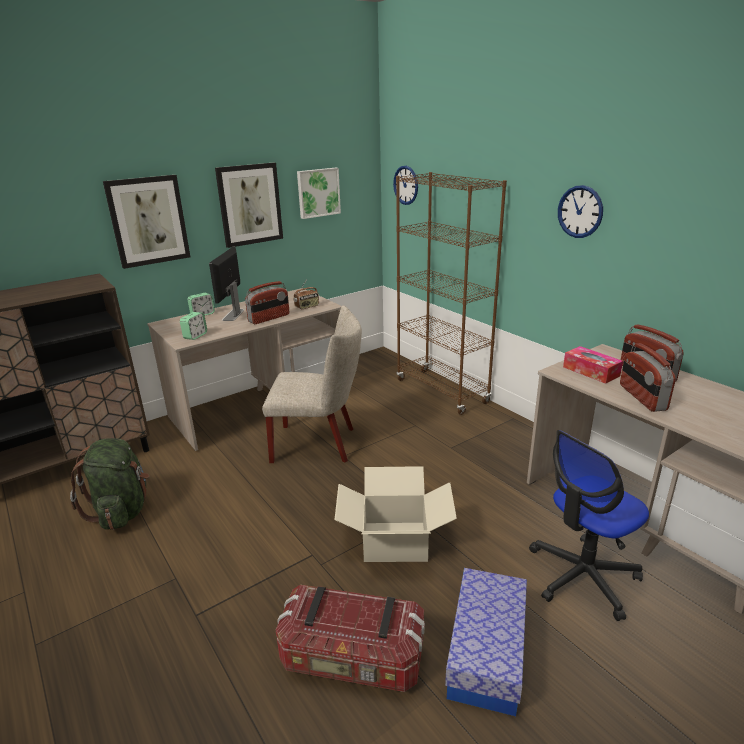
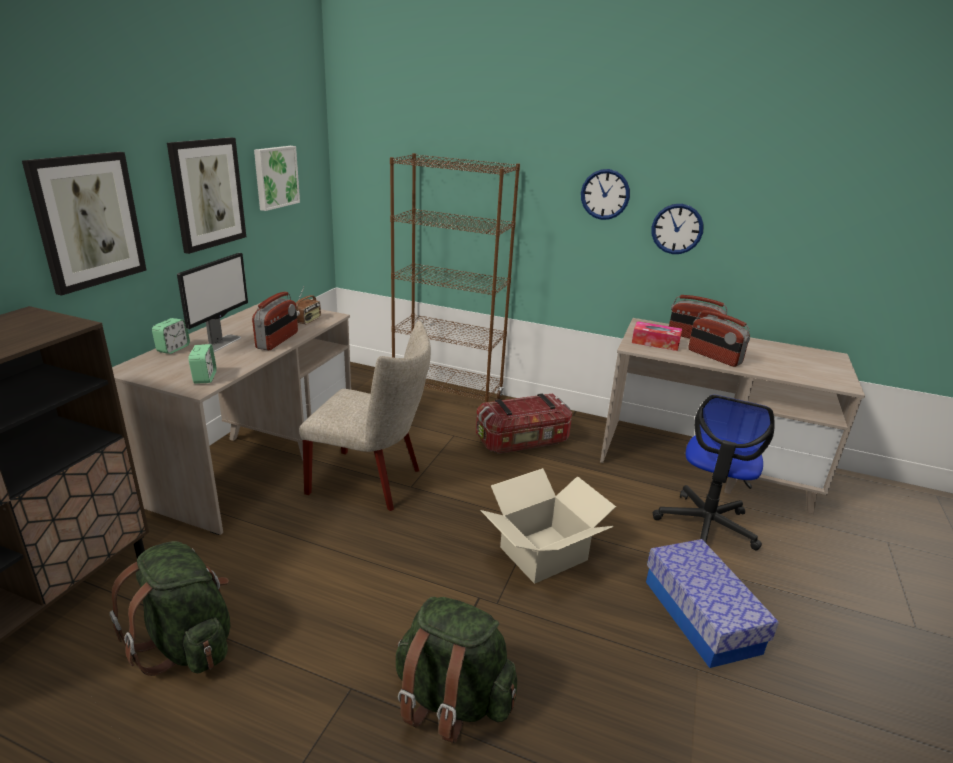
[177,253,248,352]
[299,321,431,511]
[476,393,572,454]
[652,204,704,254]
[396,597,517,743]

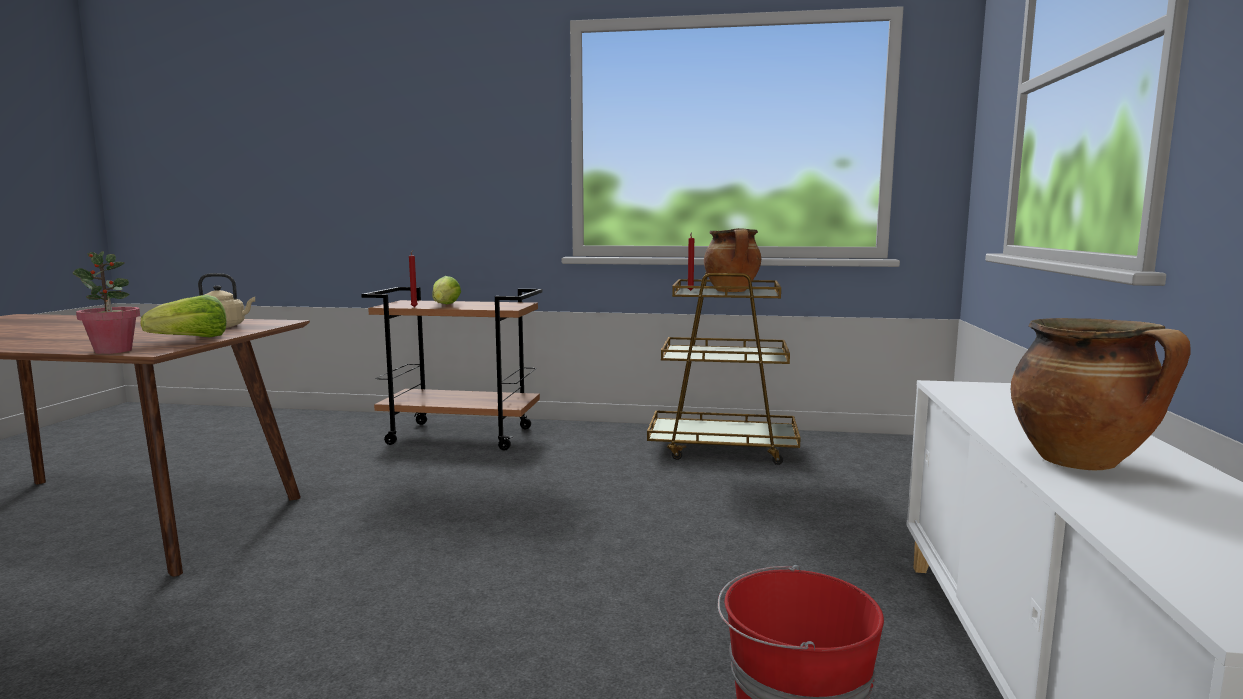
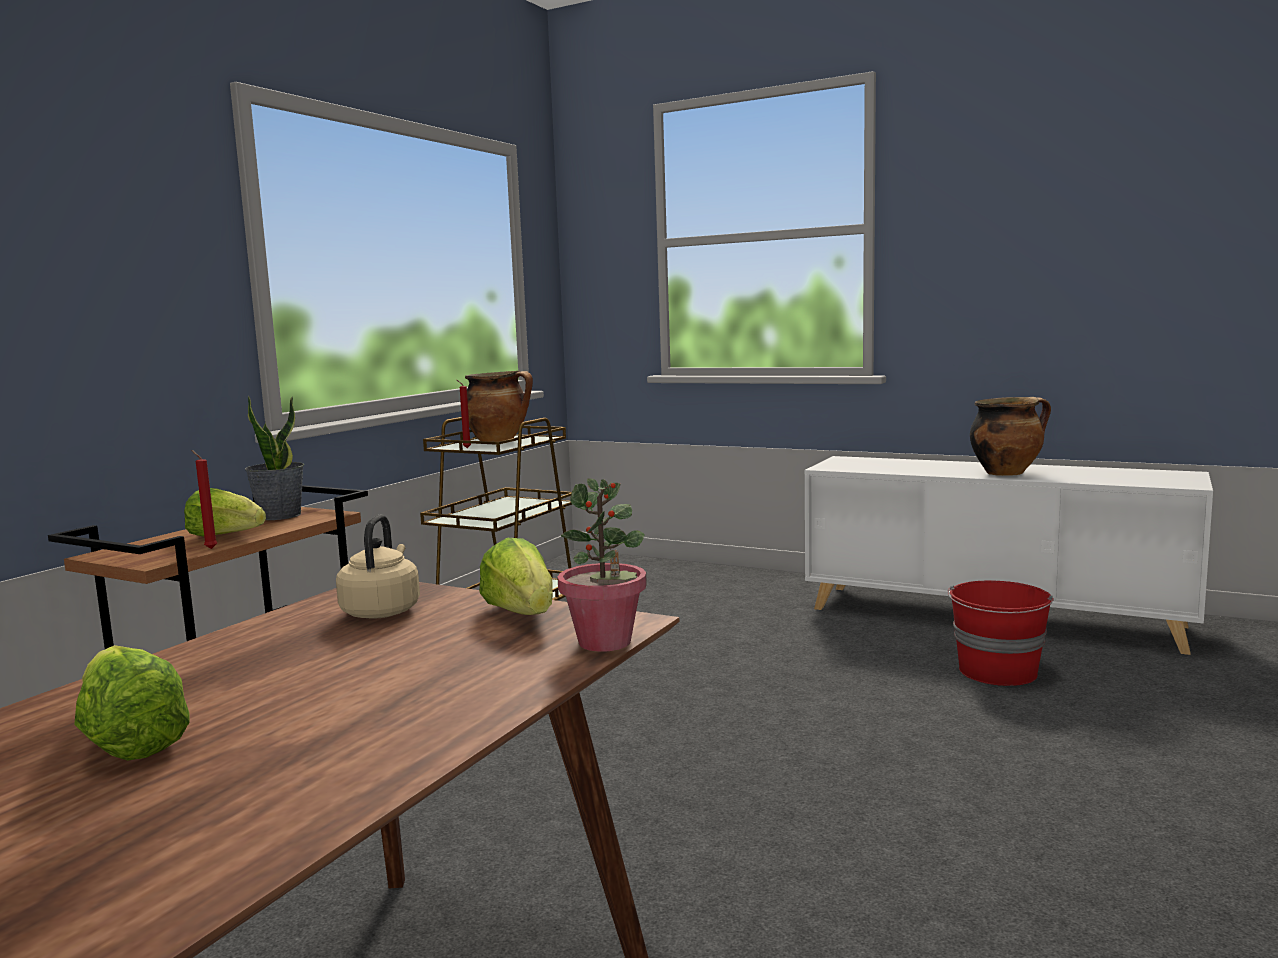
[74,645,190,761]
[245,395,304,520]

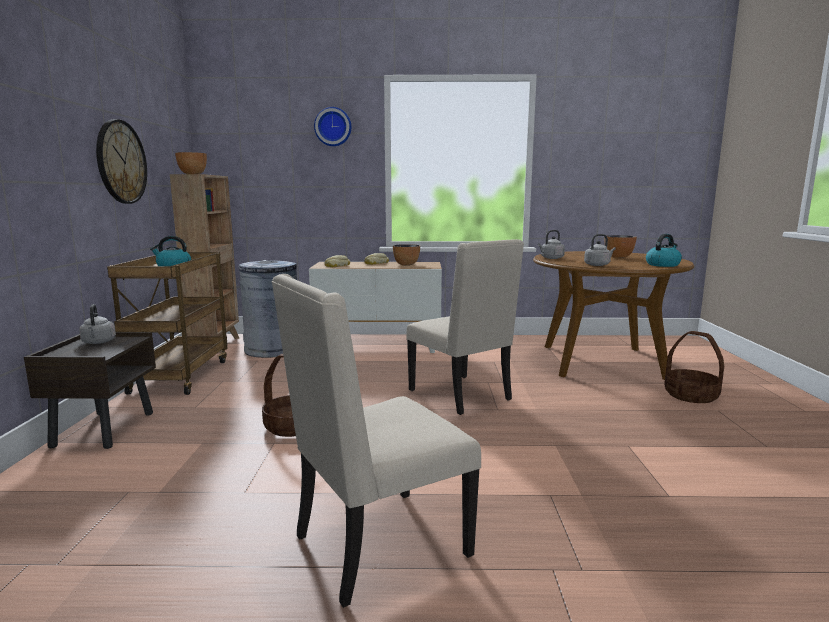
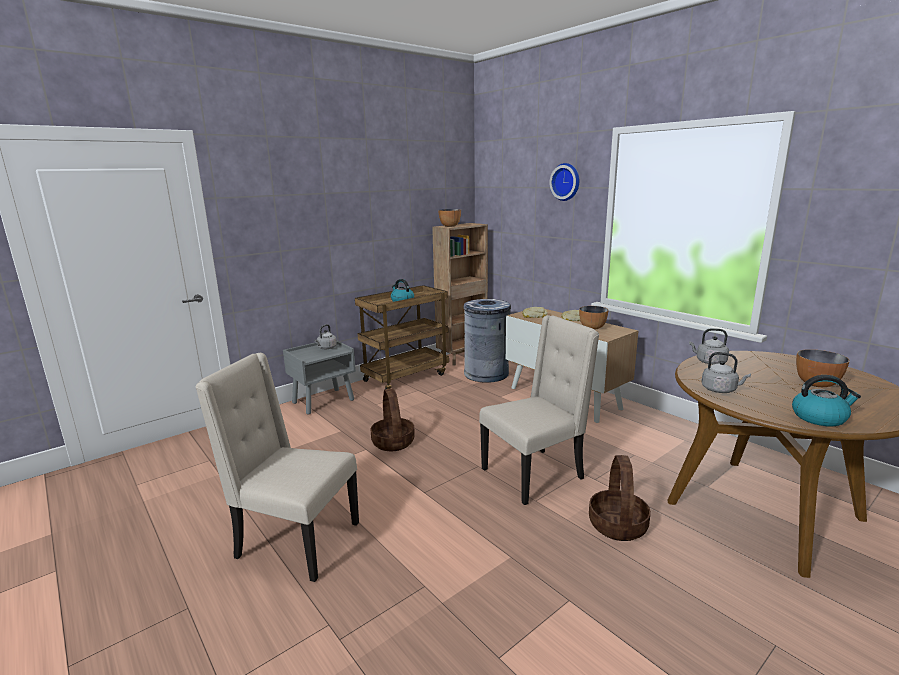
[283,341,356,414]
[96,119,147,204] (first image)
[479,315,599,505]
[589,455,651,541]

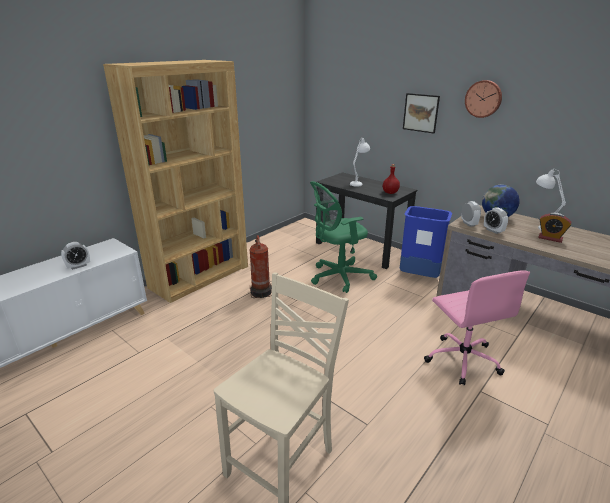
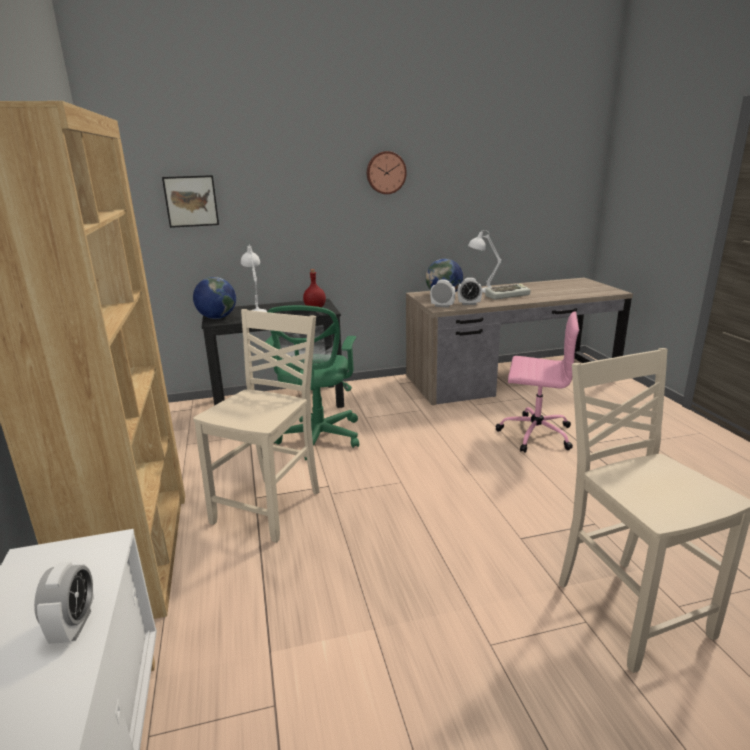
[193,309,319,543]
[400,206,452,278] (first image)
[162,175,219,228]
[485,284,531,300]
[193,277,236,319]

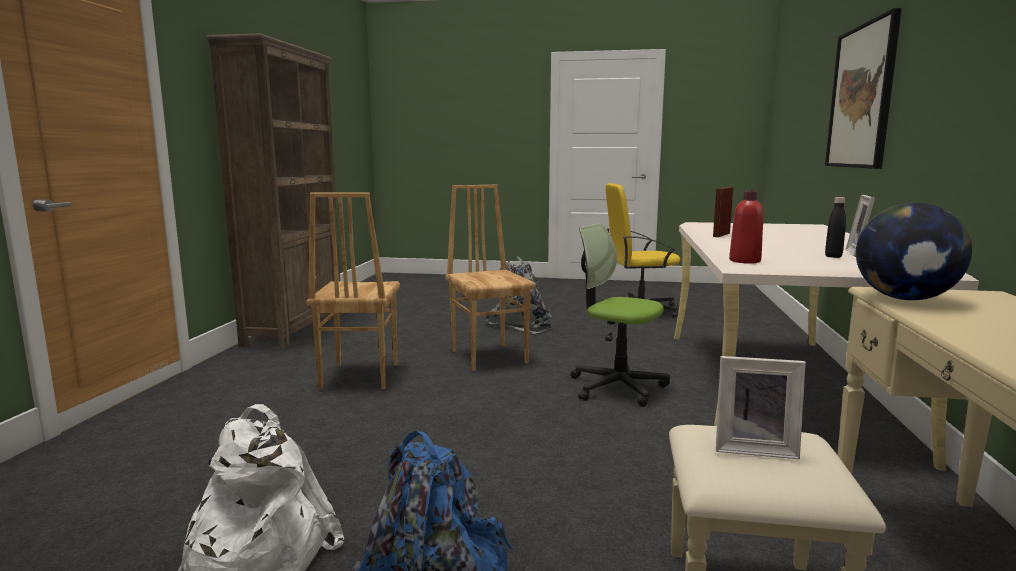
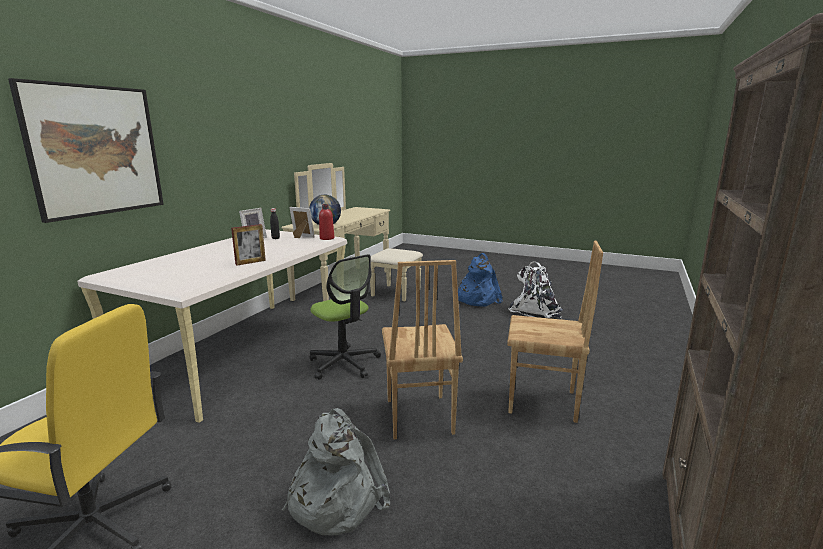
[507,241,603,423]
[289,207,315,238]

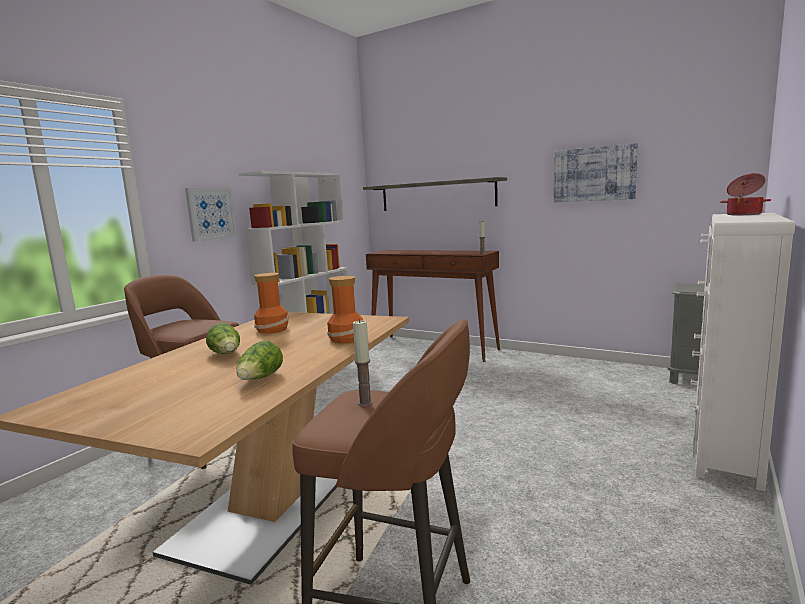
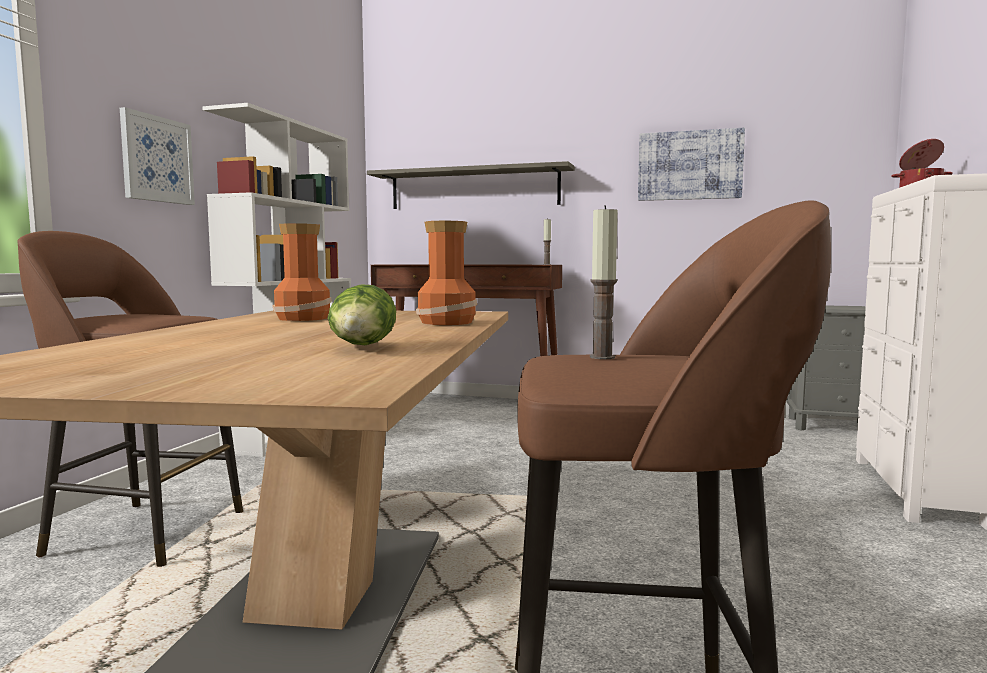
[206,323,240,354] (first image)

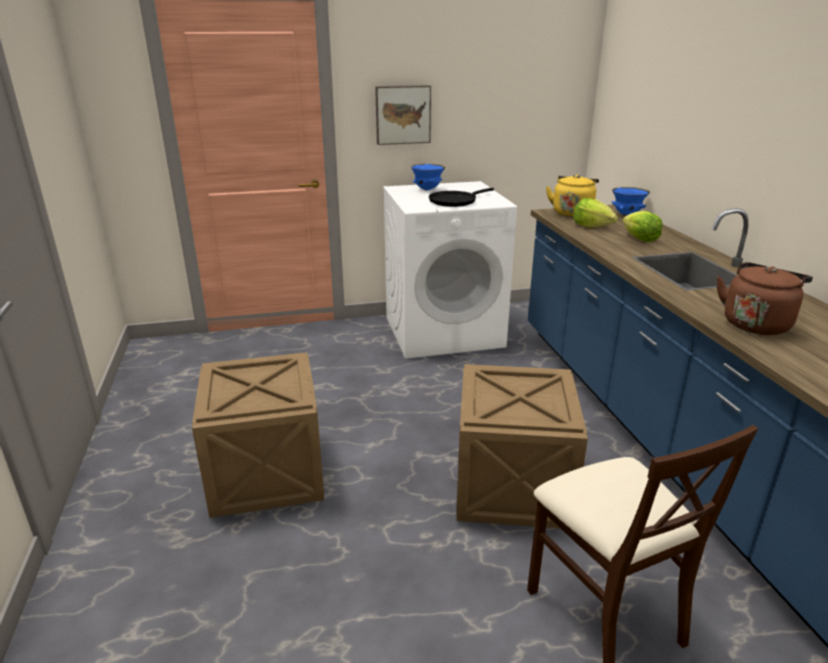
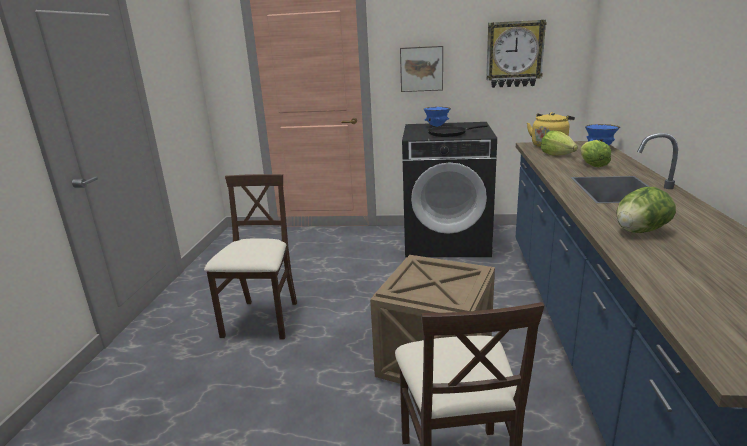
[204,174,297,339]
[402,122,497,257]
[616,187,676,233]
[486,20,547,88]

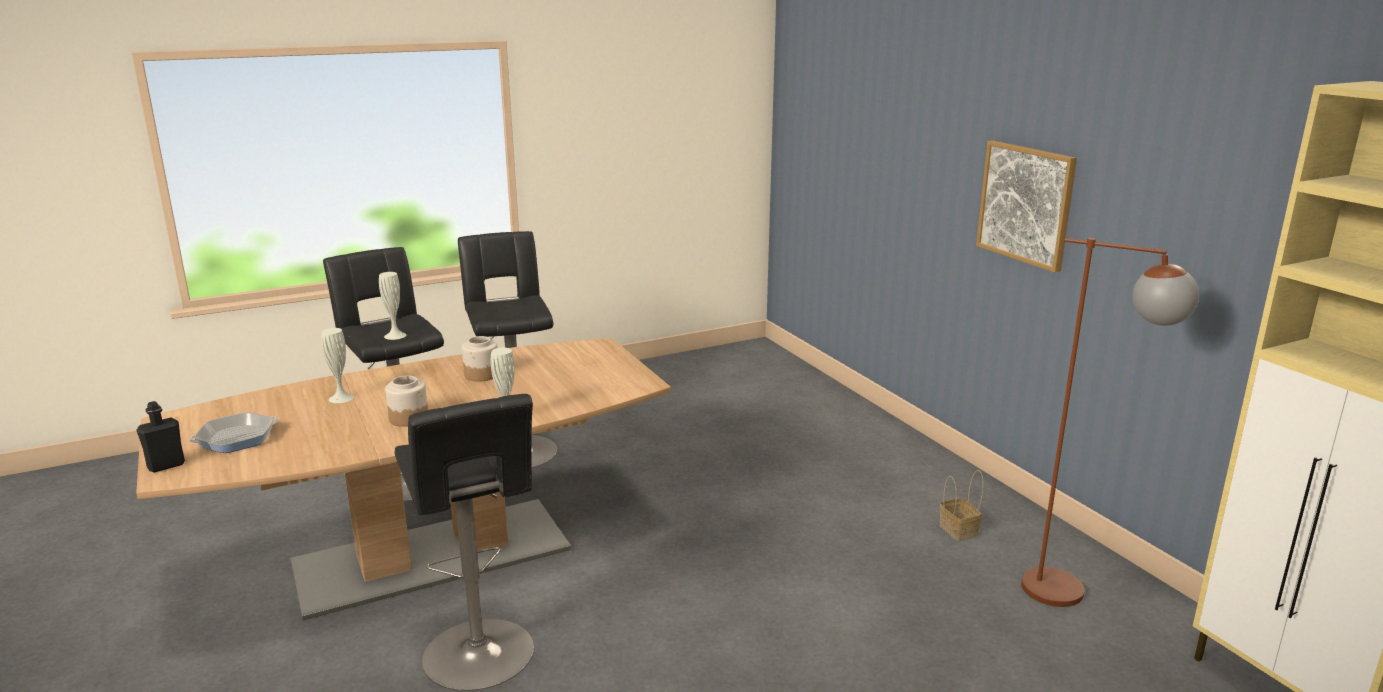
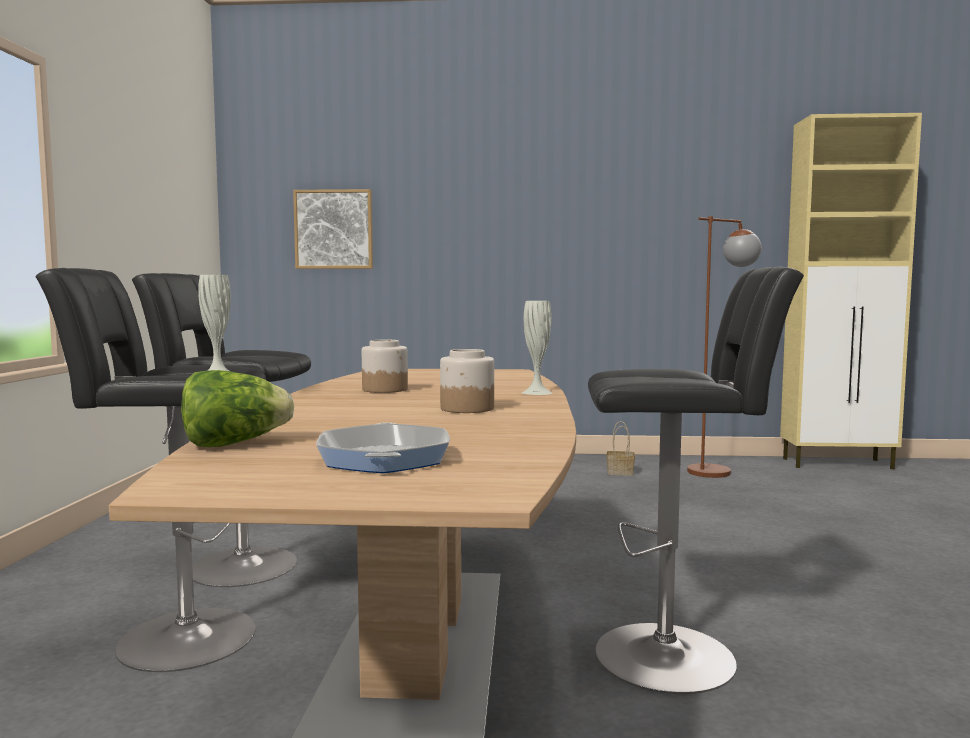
[136,401,185,473] (first image)
[321,328,354,403] (first image)
[293,189,373,269]
[181,370,294,447]

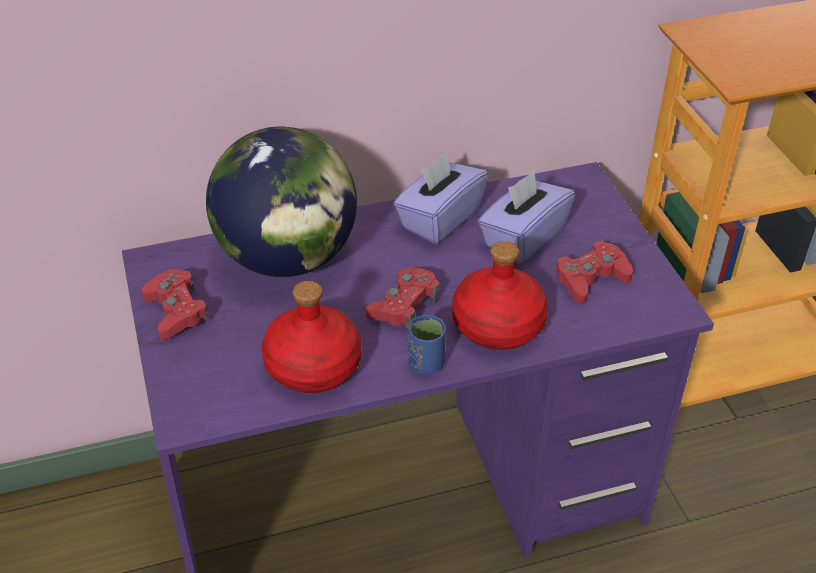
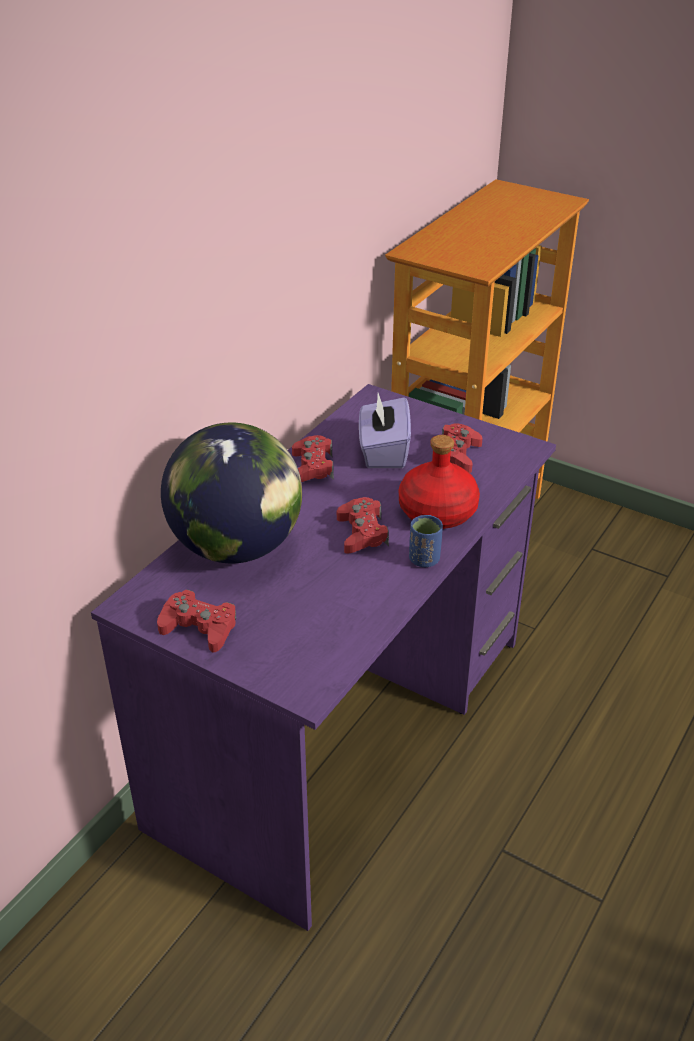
[261,281,361,393] (first image)
[292,435,334,482]

